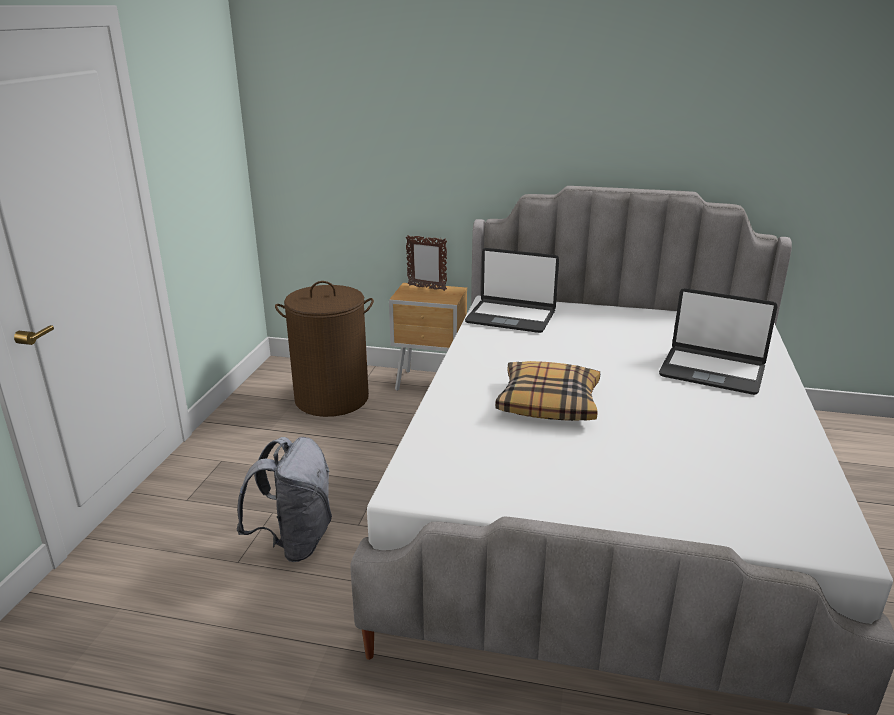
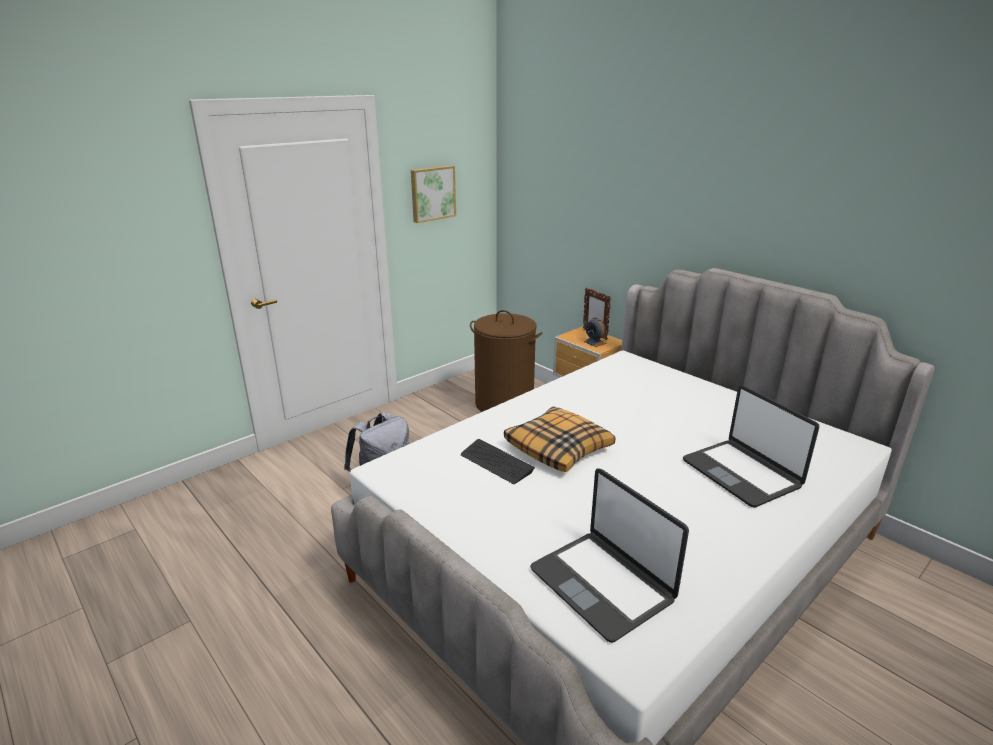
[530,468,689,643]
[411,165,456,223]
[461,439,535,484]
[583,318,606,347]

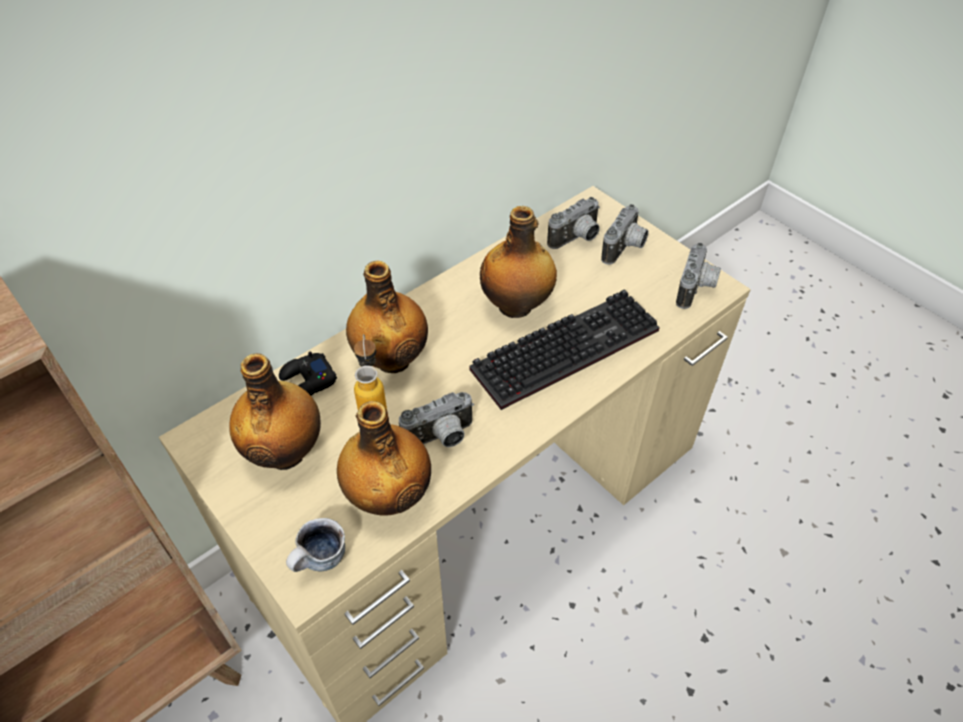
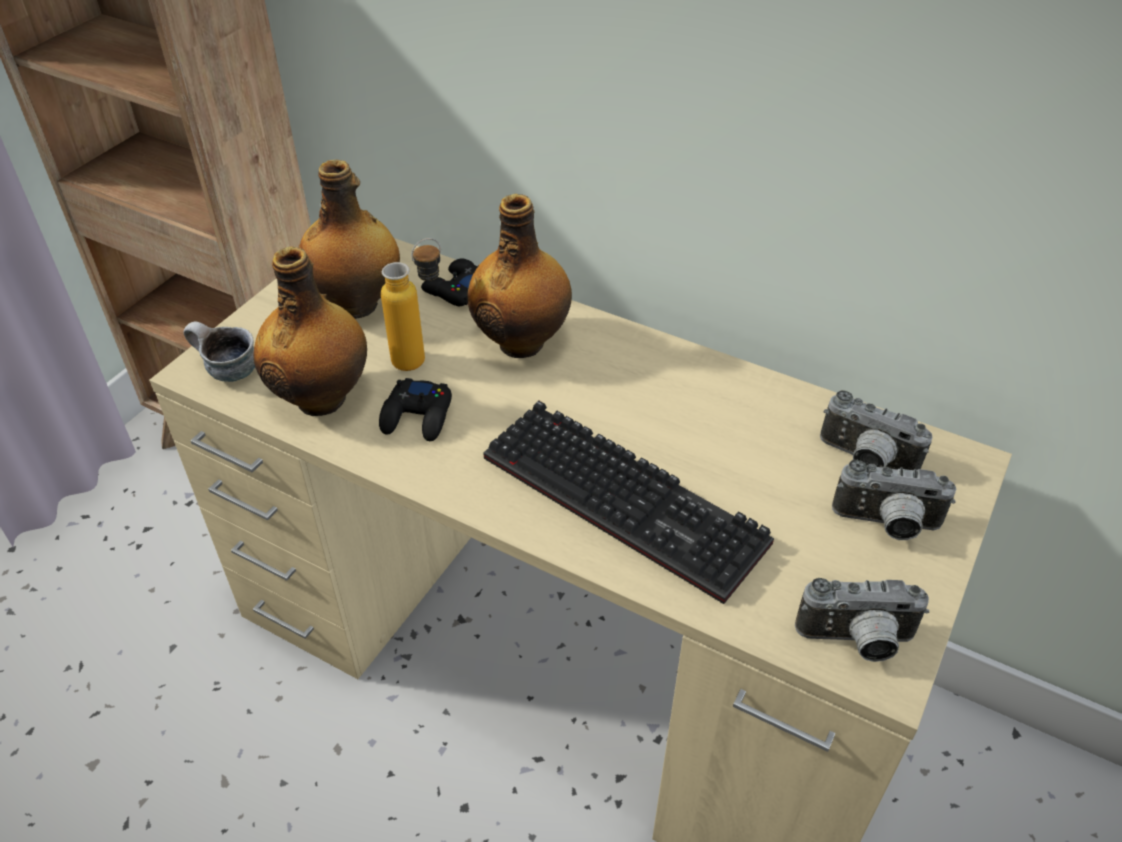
[379,378,452,441]
[480,206,557,318] (first image)

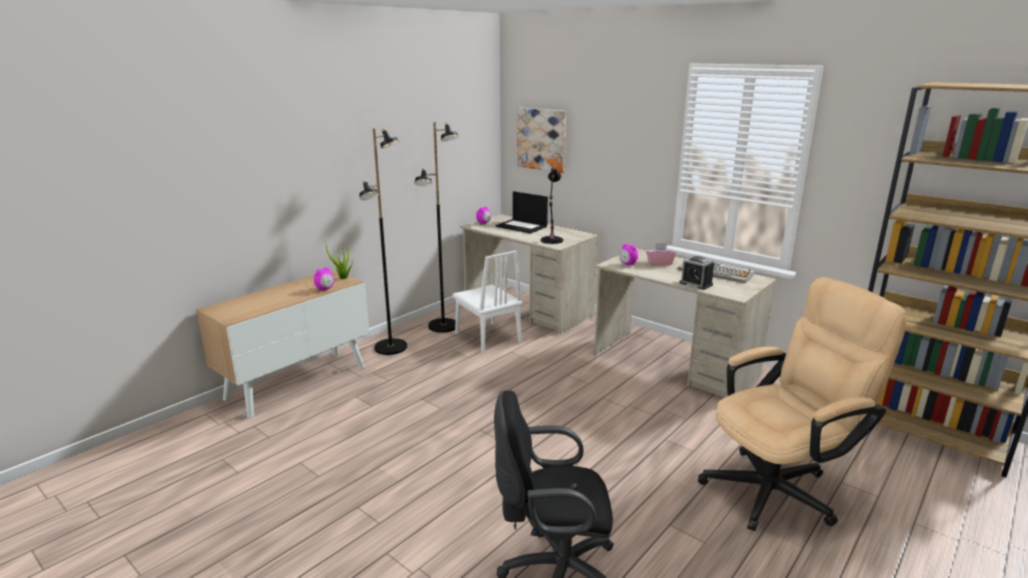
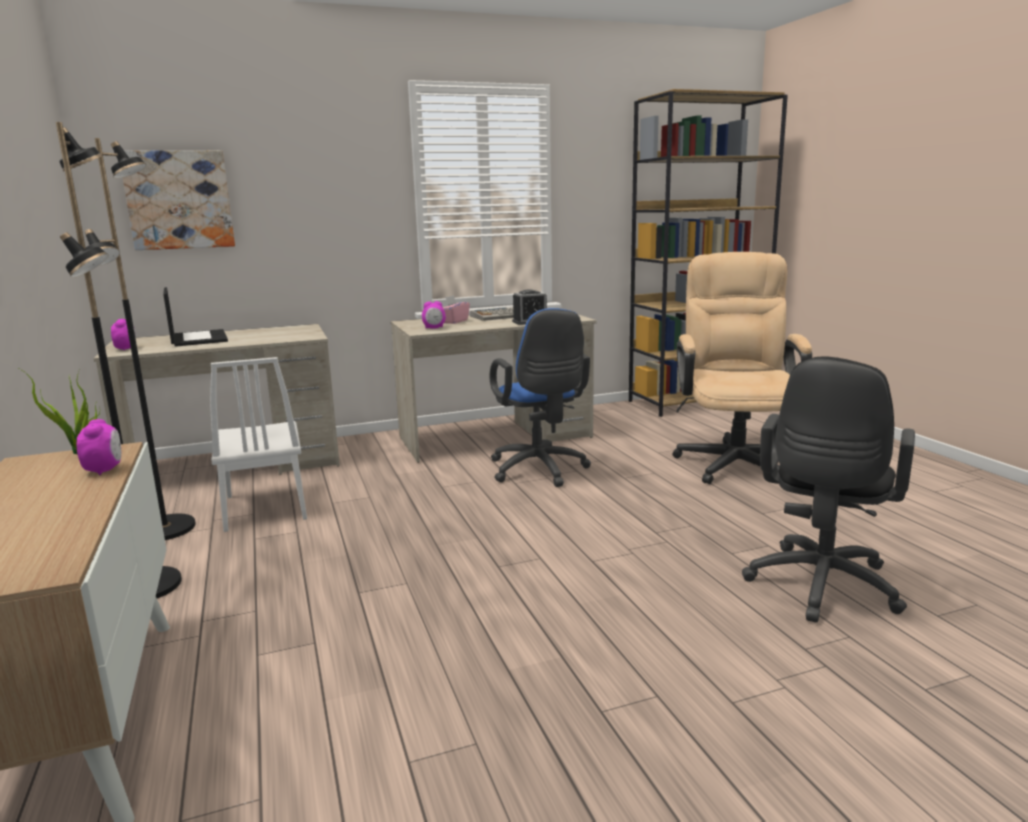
[210,357,307,532]
[163,287,228,347]
[541,167,563,244] (first image)
[490,308,591,487]

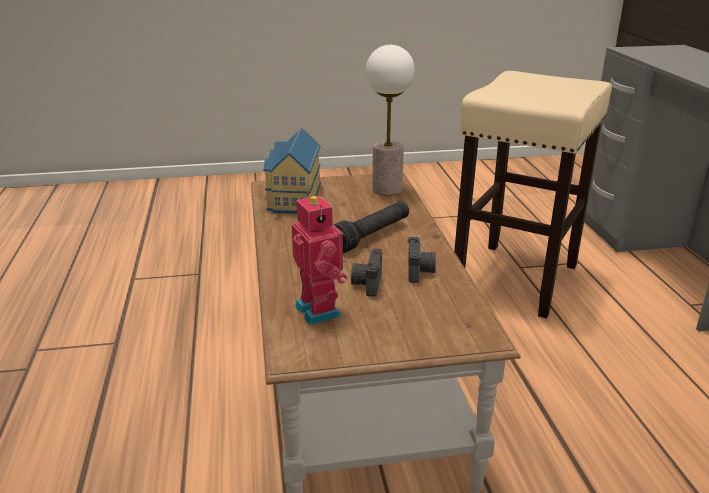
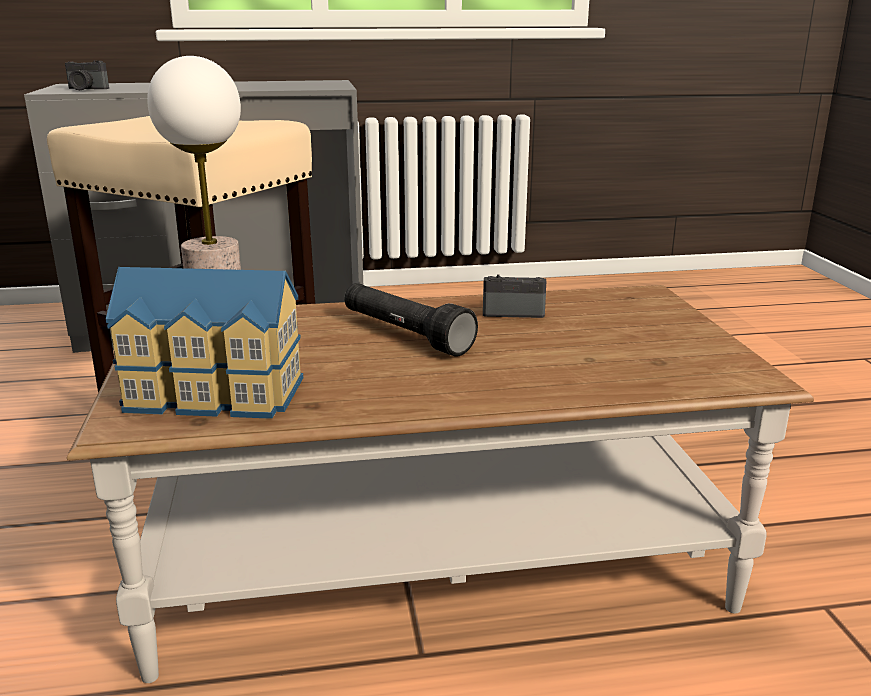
[291,192,347,325] (first image)
[65,61,109,90]

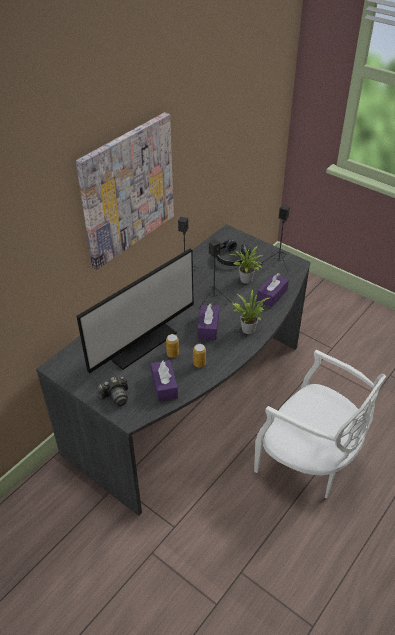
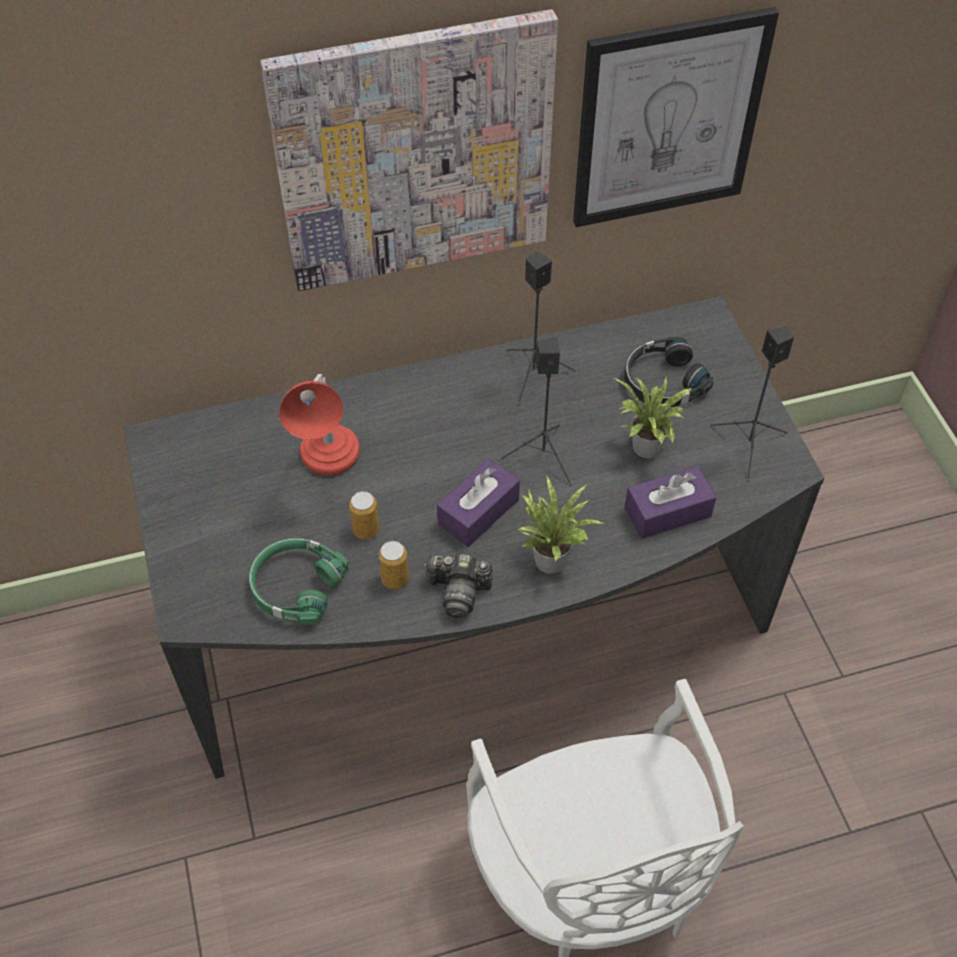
[279,374,360,476]
[424,554,492,618]
[249,538,348,624]
[573,7,779,227]

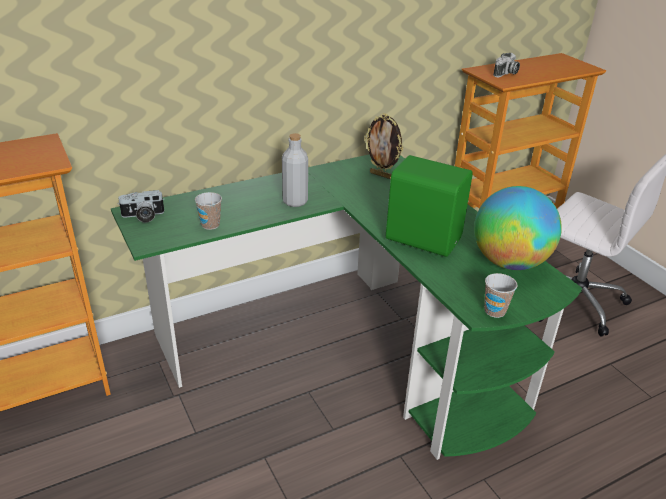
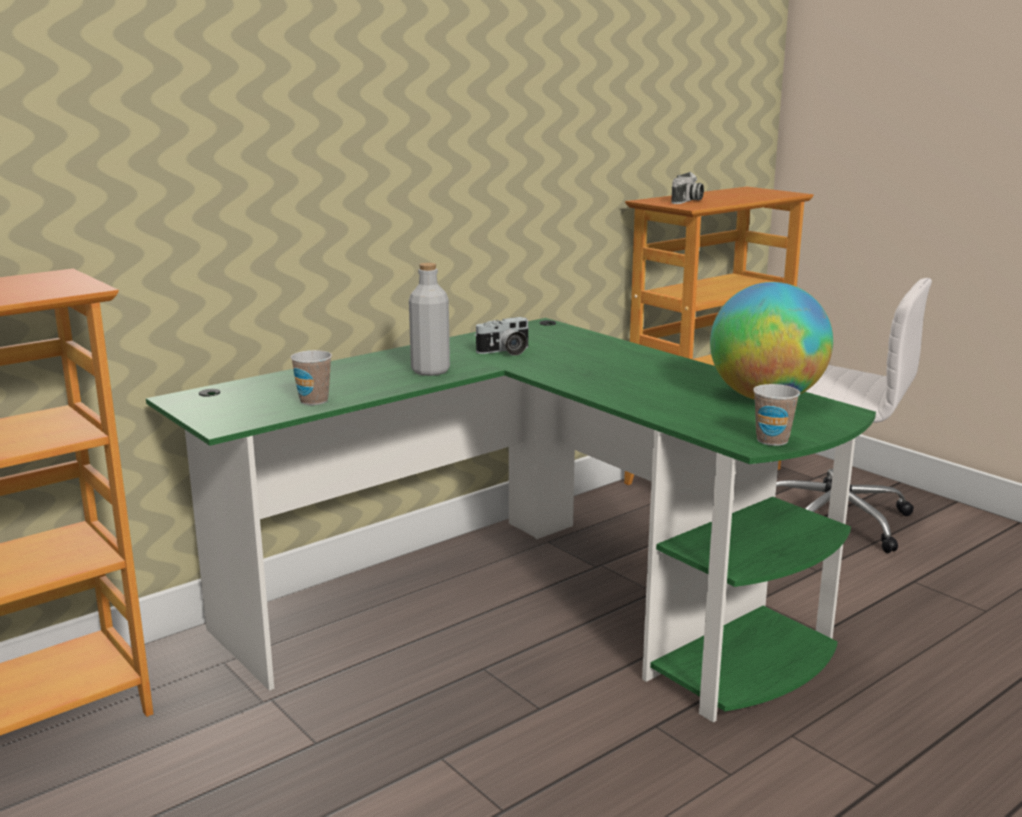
[474,317,529,356]
[364,113,403,179] (first image)
[386,155,473,257] (first image)

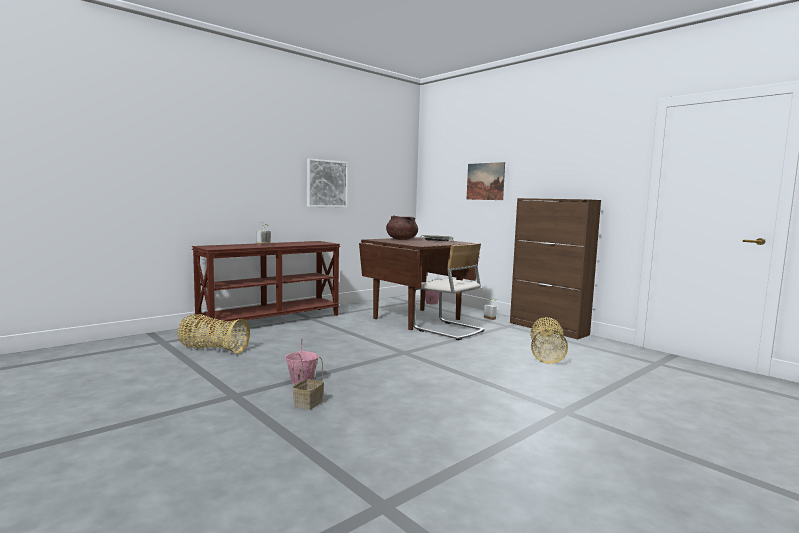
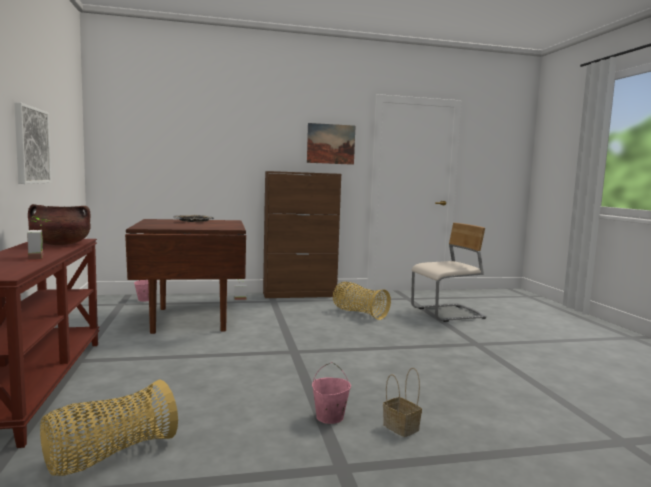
[28,204,91,245]
[411,223,486,322]
[307,123,355,165]

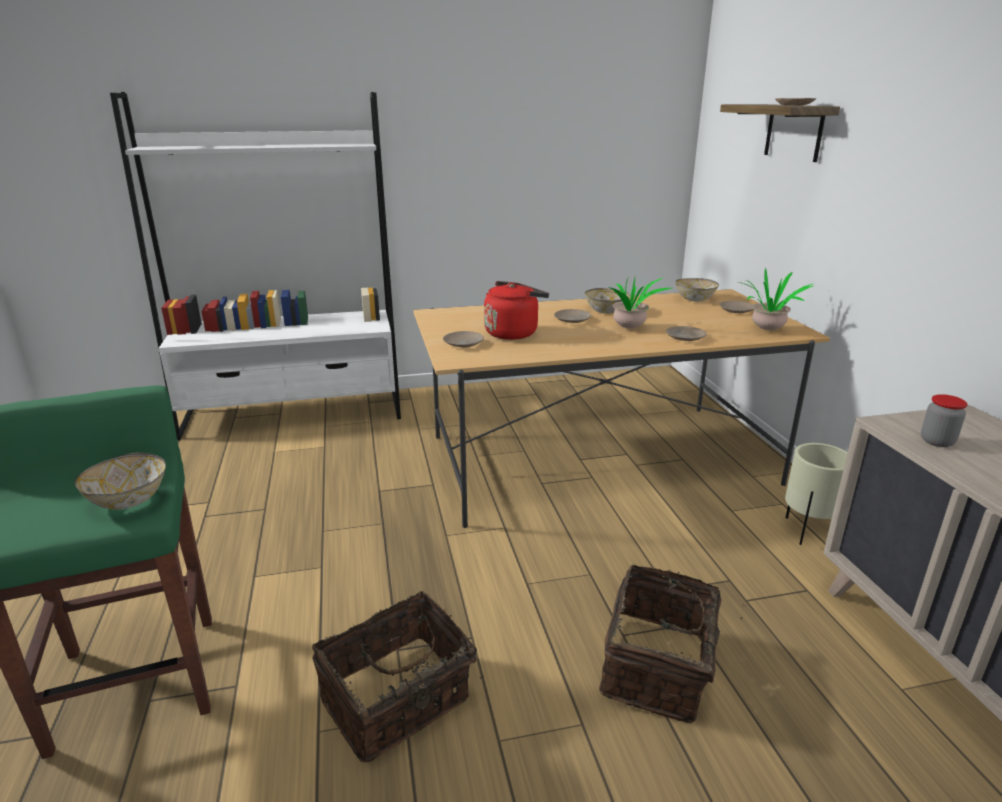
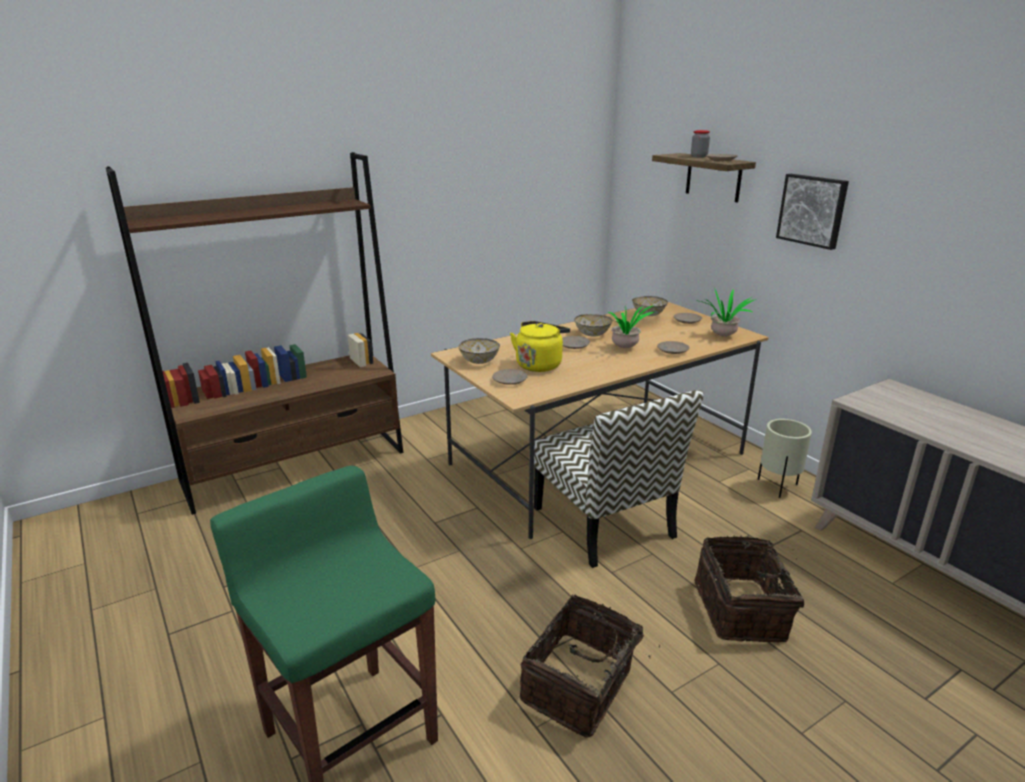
[458,338,500,364]
[106,152,403,515]
[510,321,570,372]
[691,130,710,158]
[534,390,704,568]
[776,174,849,250]

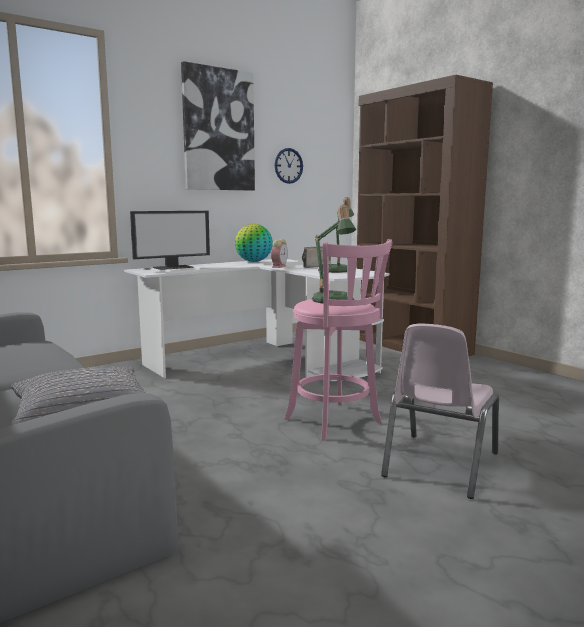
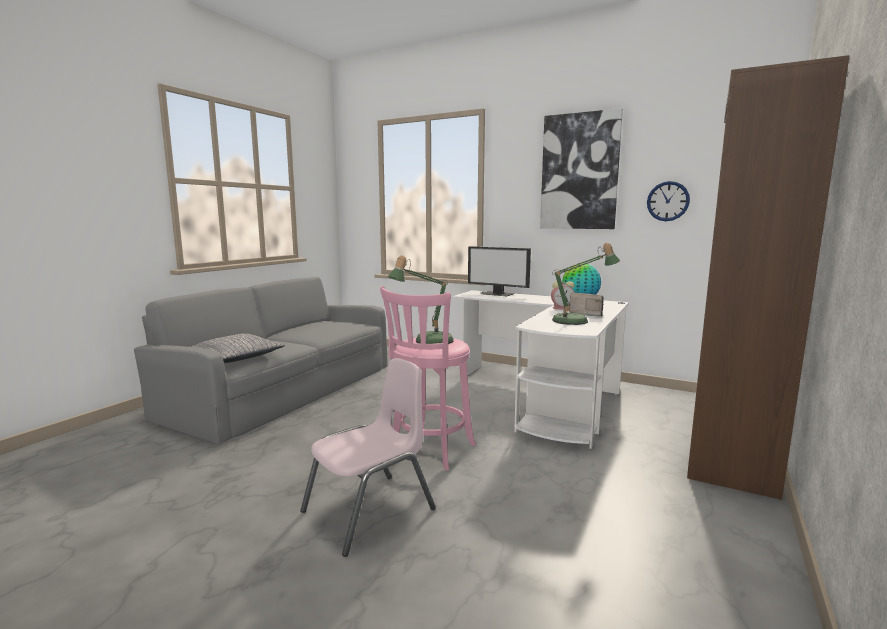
[300,358,436,557]

